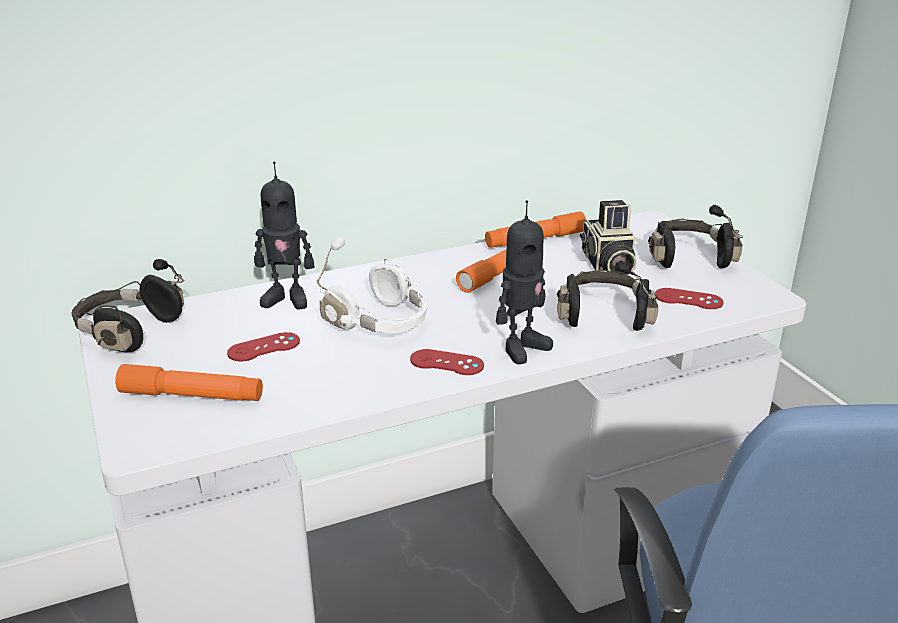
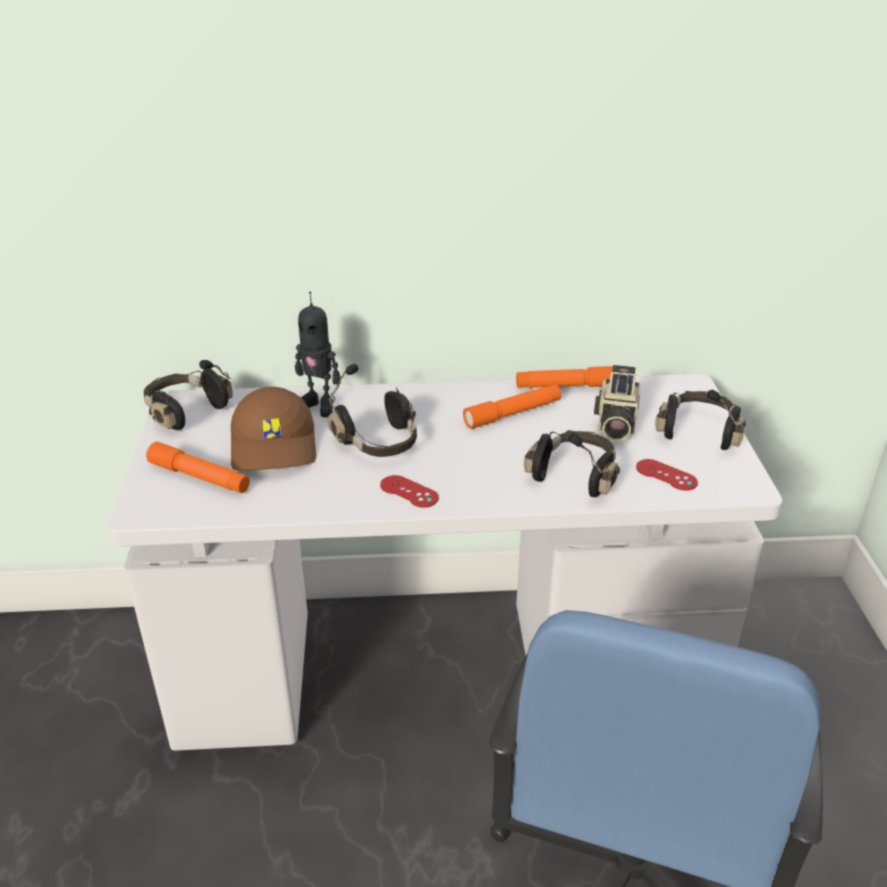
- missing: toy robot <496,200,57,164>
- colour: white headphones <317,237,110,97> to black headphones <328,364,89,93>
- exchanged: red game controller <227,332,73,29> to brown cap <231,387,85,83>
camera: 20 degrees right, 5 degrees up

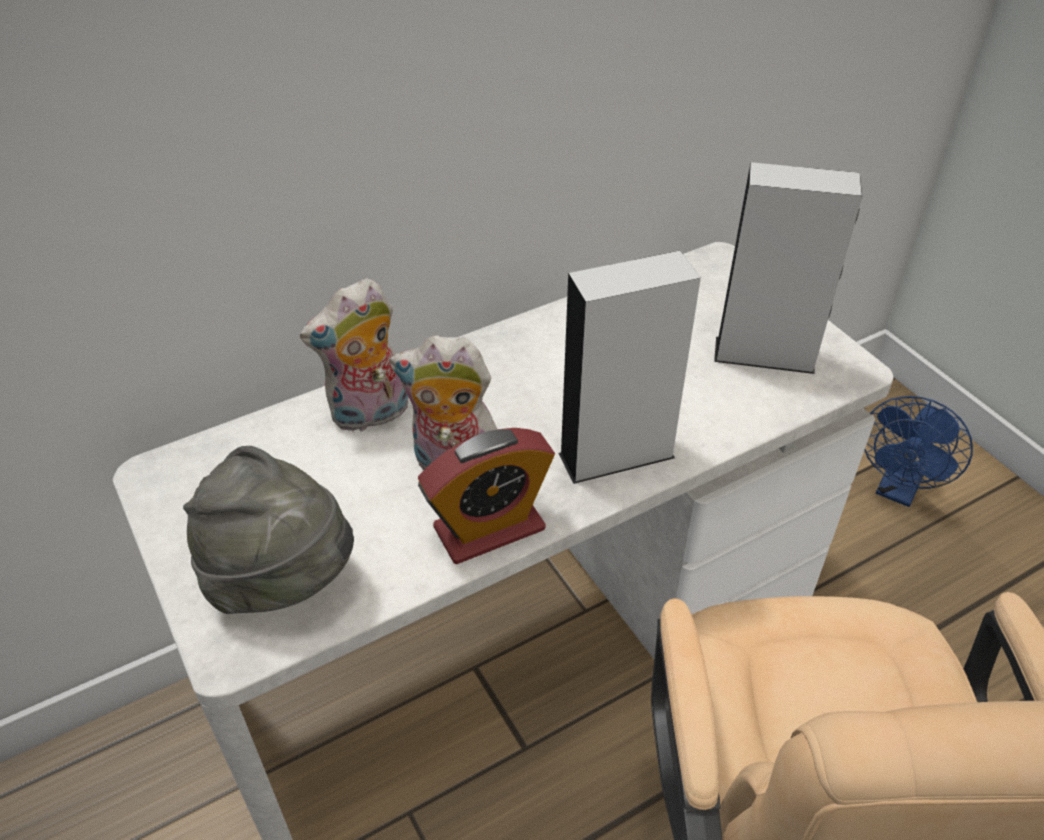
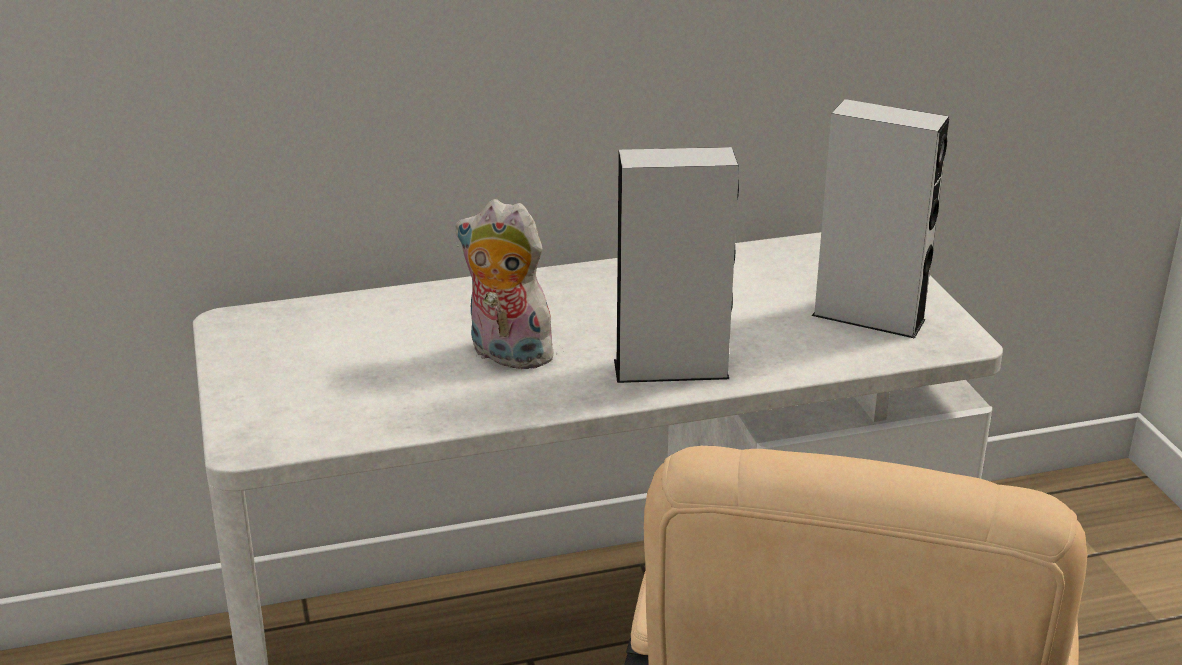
- missing: plush toy <300,278,109,154>
- missing: blue fan <864,396,109,111>
- missing: alarm clock <418,428,137,136>
- missing: grey hat <183,446,171,168>
camera: 15 degrees right, 15 degrees down

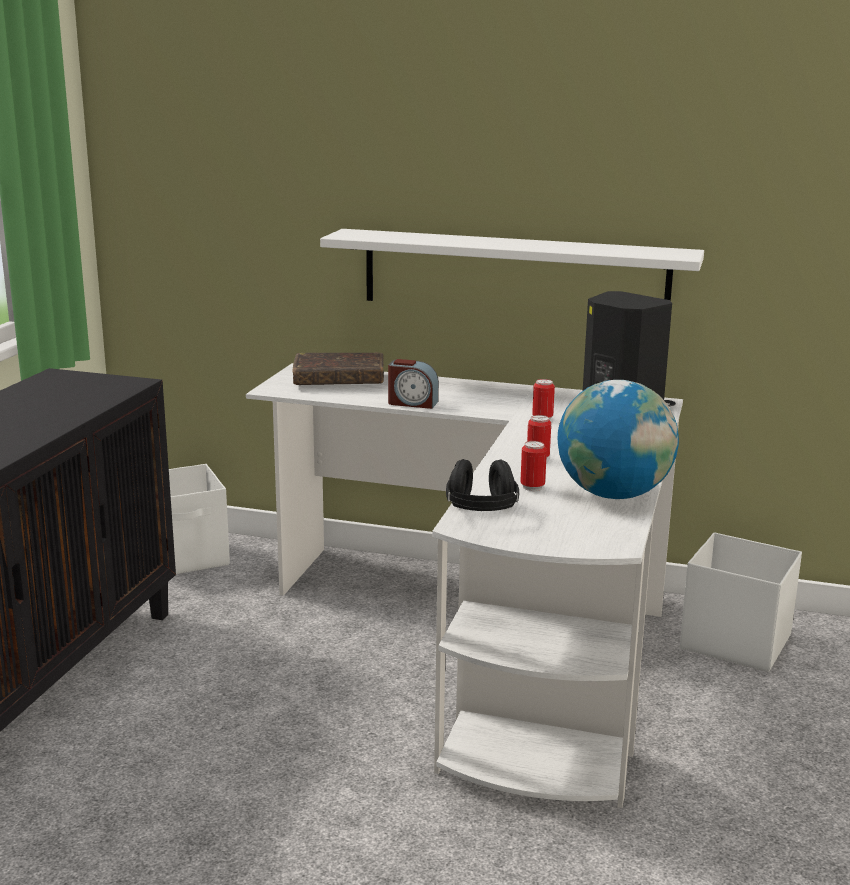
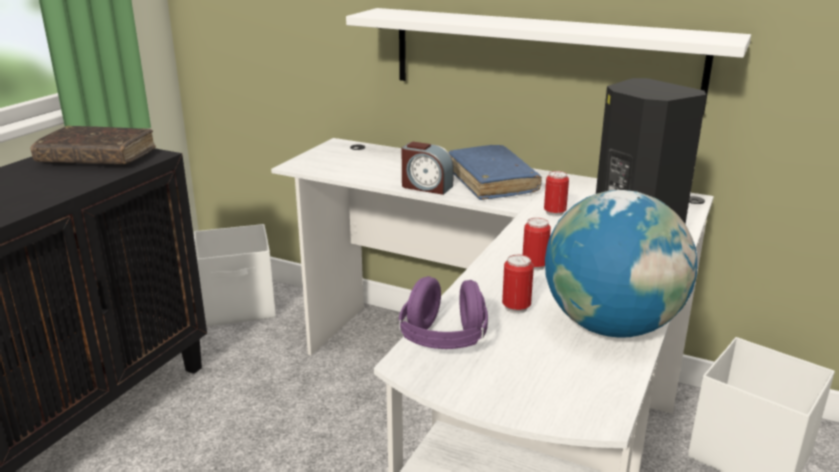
- relocated: brown book <292,352,92,33> to <30,126,126,38>
- colour: black headphones <446,459,73,52> to purple headphones <399,276,89,73>
- appeared: blue book <449,145,93,55>
camera: 10 degrees right, 5 degrees up

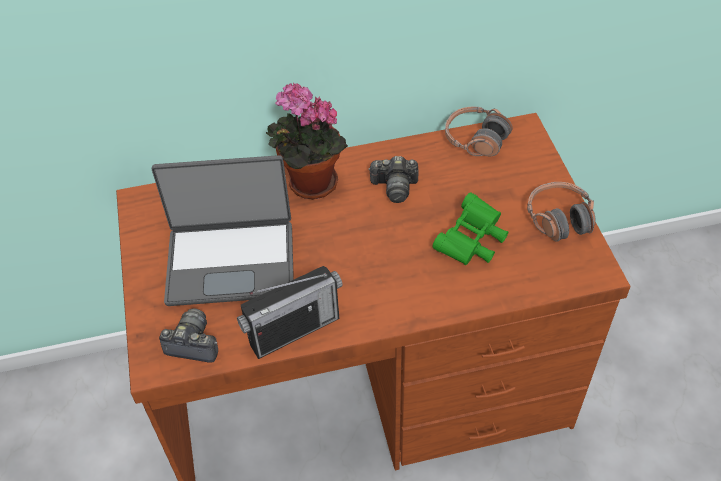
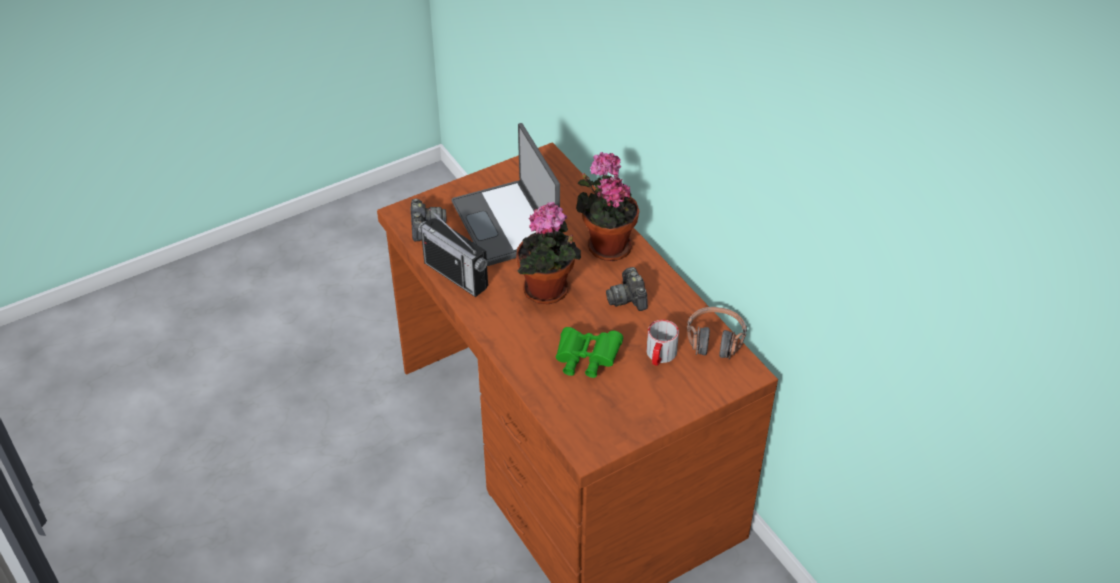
- missing: headphones <527,182,69,60>
- appeared: potted plant <516,202,65,102>
- appeared: mug <646,320,33,46>
camera: 70 degrees right, 5 degrees down

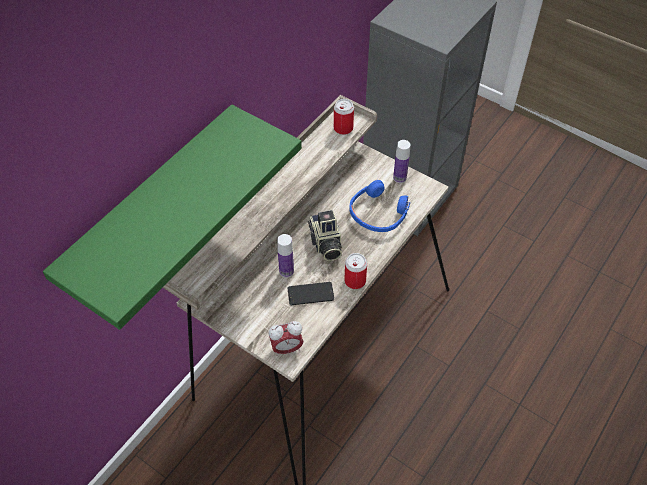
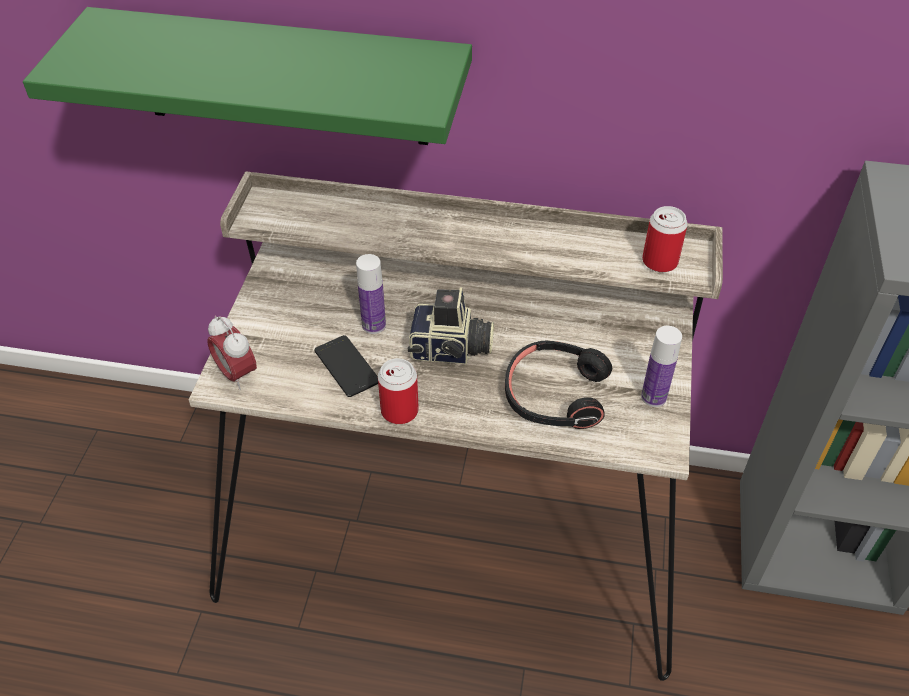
- colour: blue headphones <349,180,61,52> to black headphones <505,341,107,88>
- spun: photo camera <308,210,34,51> = <408,287,86,77> 135 degrees counterclockwise
camera: 65 degrees right, 5 degrees down

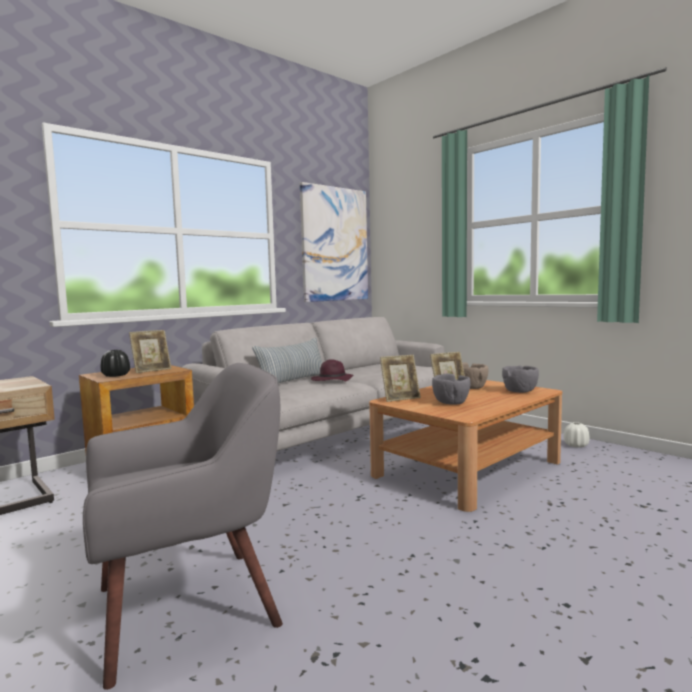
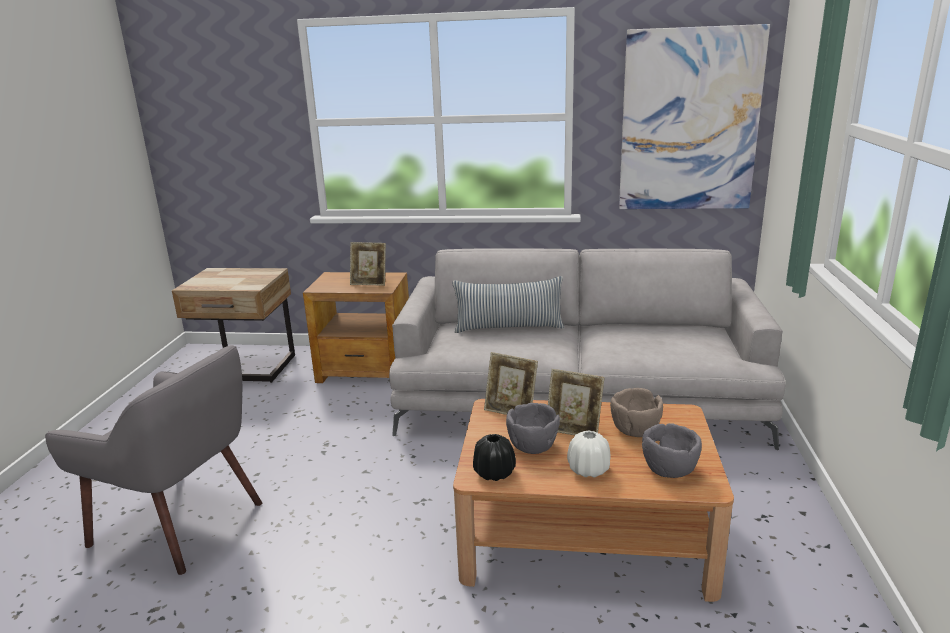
- relocated: black vase <101,350,29,27> to <473,434,43,47>
- missing: purple hat <311,360,43,21>
- relocated: white vase <563,422,27,26> to <567,431,44,47>
camera: 50 degrees right, 15 degrees up

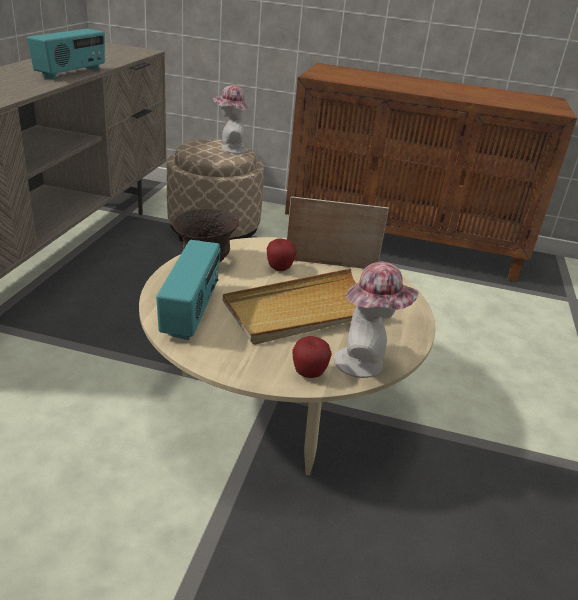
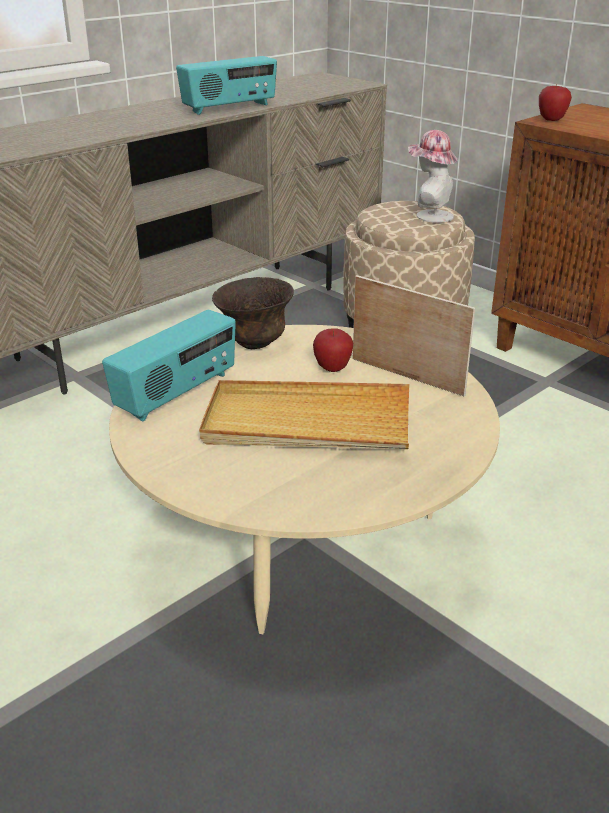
- missing: hat <334,262,85,116>
- relocated: apple <292,336,40,42> to <539,84,33,37>
camera: 35 degrees right, 0 degrees up

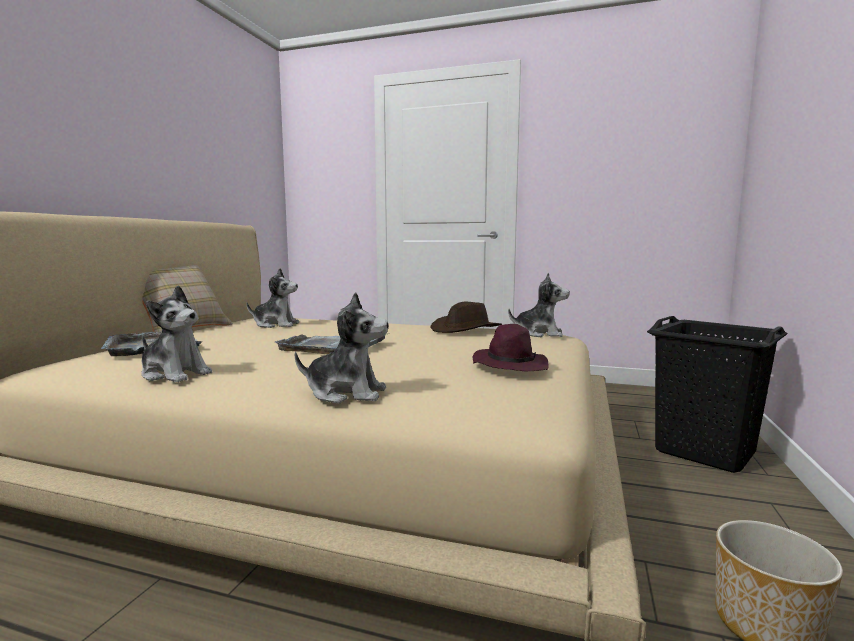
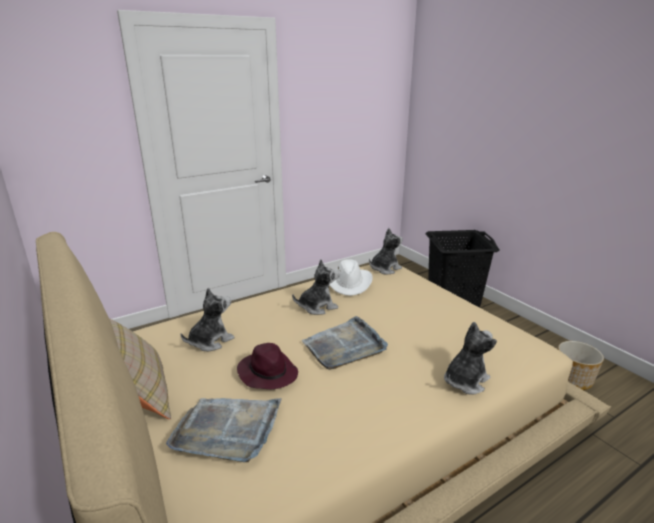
- relocated: plush toy <141,286,71,96> to <292,260,48,55>
- colour: brown hat <430,302,72,31> to white hat <329,259,44,37>
- relocated: purple hat <473,324,76,47> to <237,343,61,46>
camera: 50 degrees left, 15 degrees up

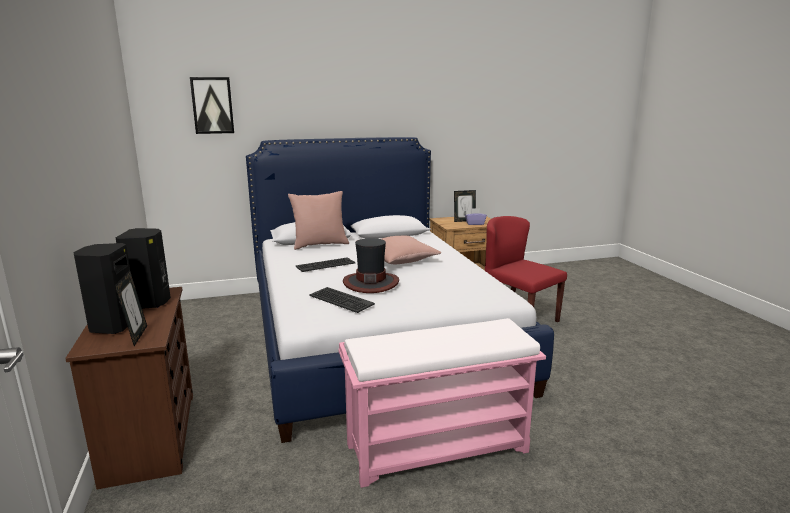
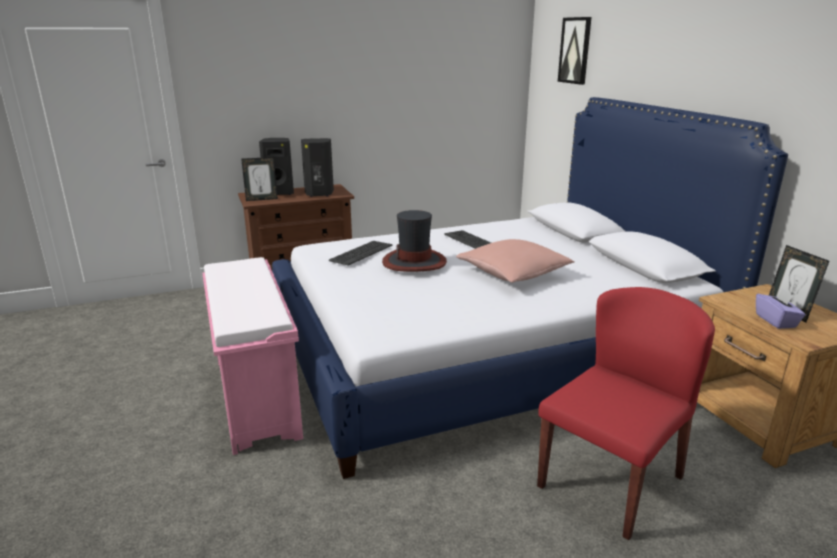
- missing: pink pillow <288,191,61,59>
camera: 85 degrees right, 5 degrees up

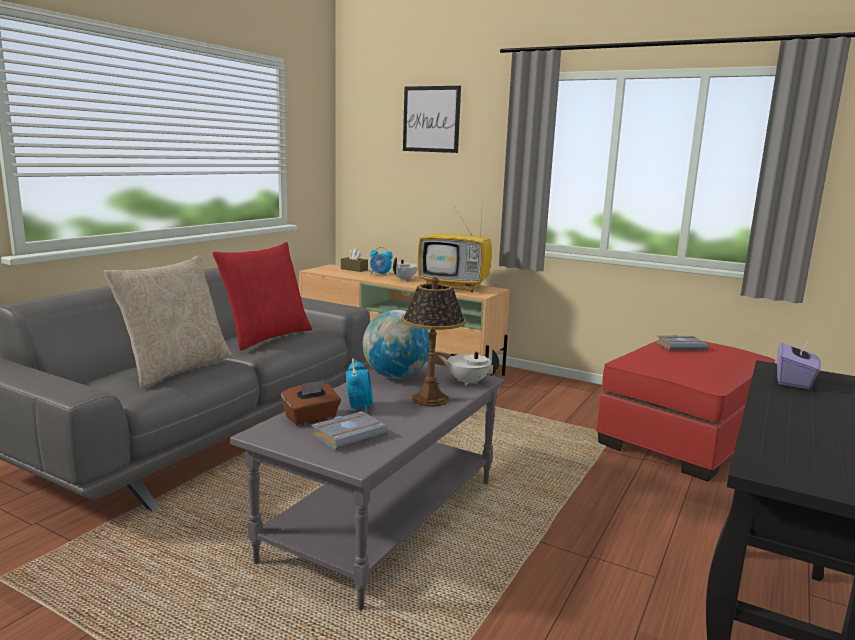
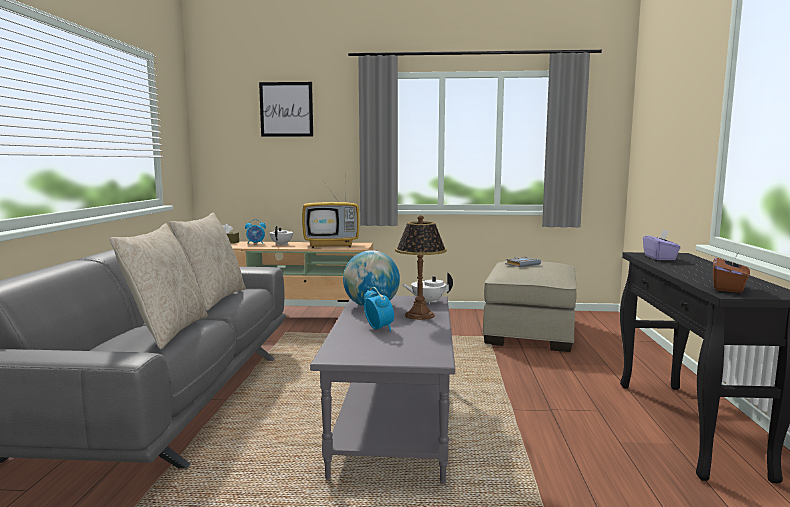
- colour: red pillow <213,242,99,108> to beige pillow <169,212,77,99>
- colour: red ottoman <596,340,179,141> to beige ottoman <482,261,95,91>
- relocated: brown tissue box <281,381,60,45> to <713,251,37,42>
- missing: grey book <311,411,77,40>
camera: 25 degrees left, 5 degrees down

